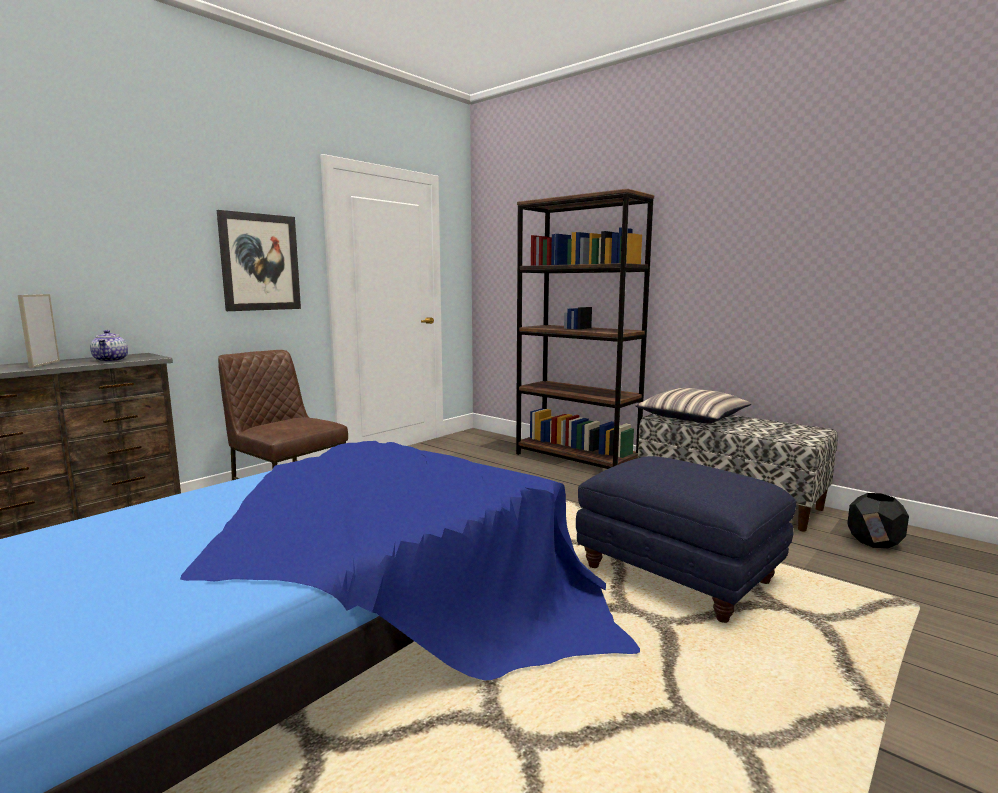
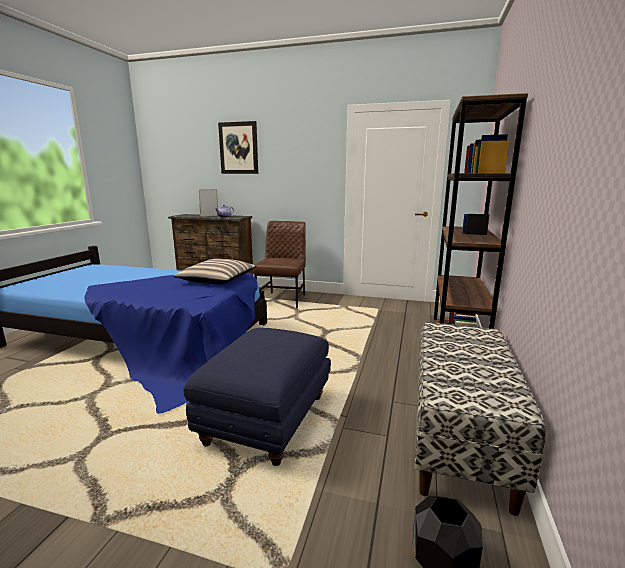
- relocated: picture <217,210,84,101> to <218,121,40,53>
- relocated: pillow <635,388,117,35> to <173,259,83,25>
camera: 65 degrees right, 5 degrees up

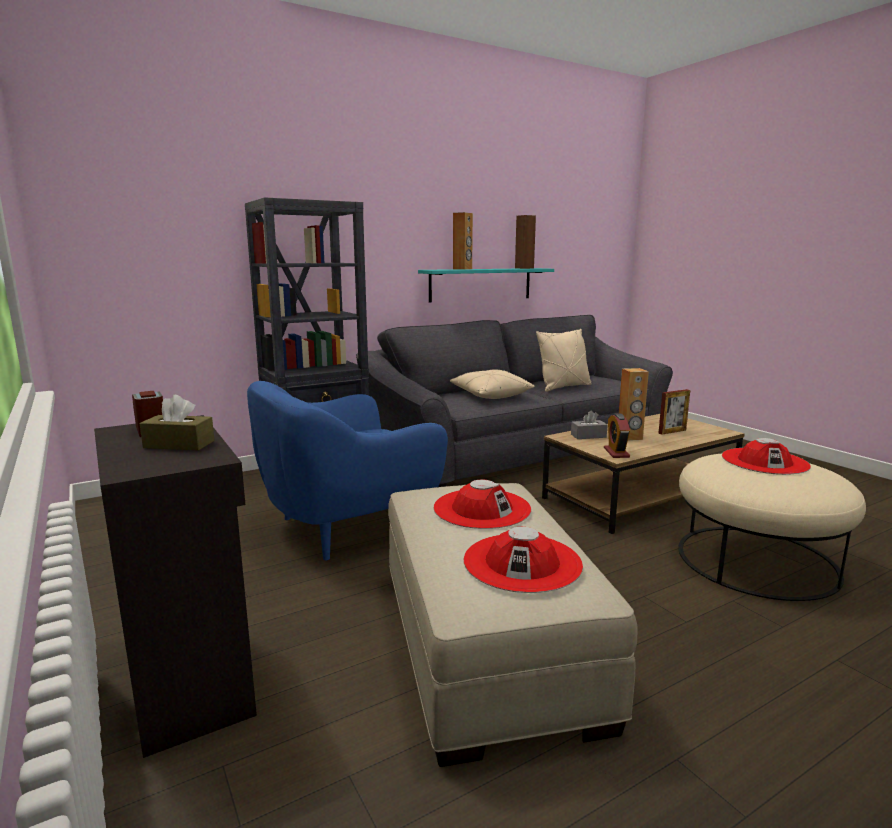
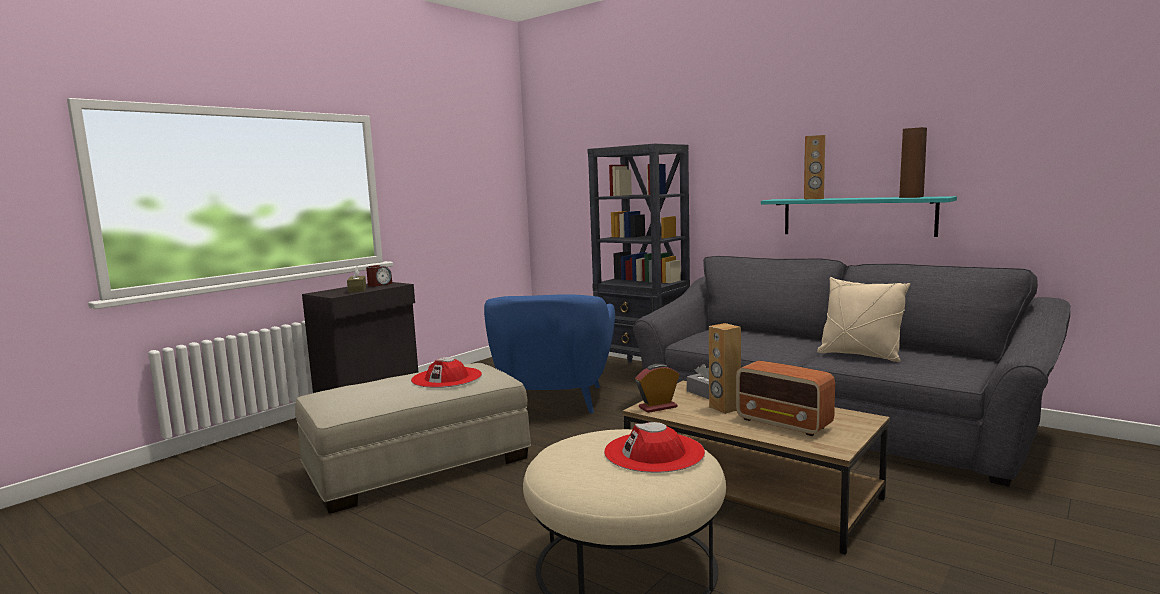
- missing: beige pillow <450,369,84,30>
- spun: blue armchair <247,381,201,179> = <484,294,131,119> 120 degrees counterclockwise
- exchanged: picture frame <659,389,31,46> to radio <736,361,99,75>
- missing: red hat <464,527,119,66>
camera: 70 degrees right, 5 degrees down

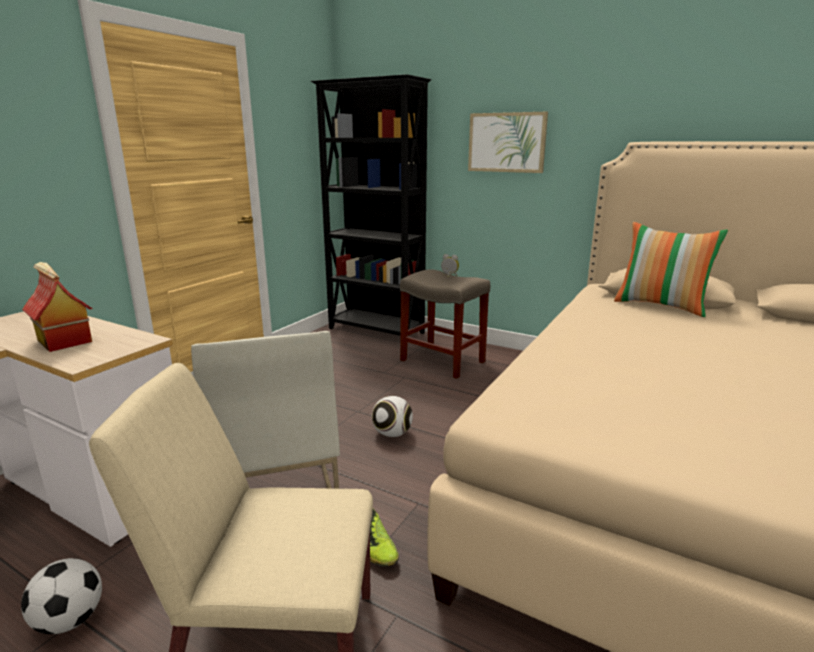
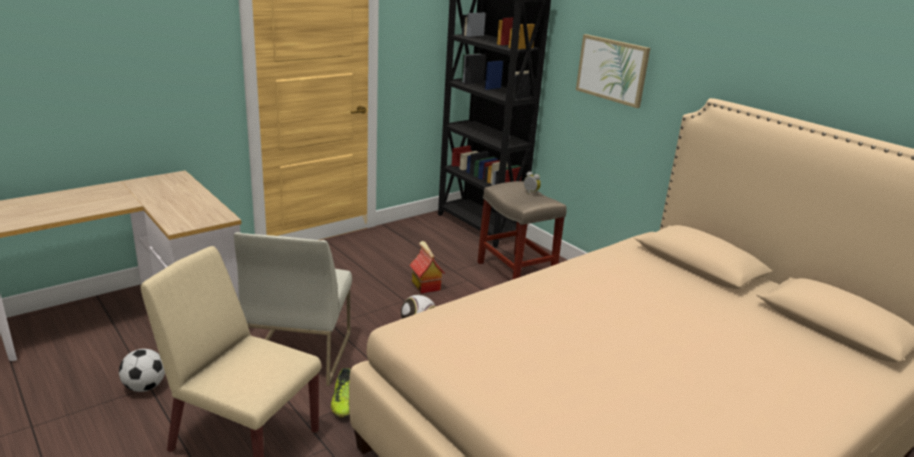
- missing: pillow <614,222,114,95>
- relocated: toy house <22,262,71,90> to <409,241,36,53>
camera: 20 degrees right, 5 degrees up

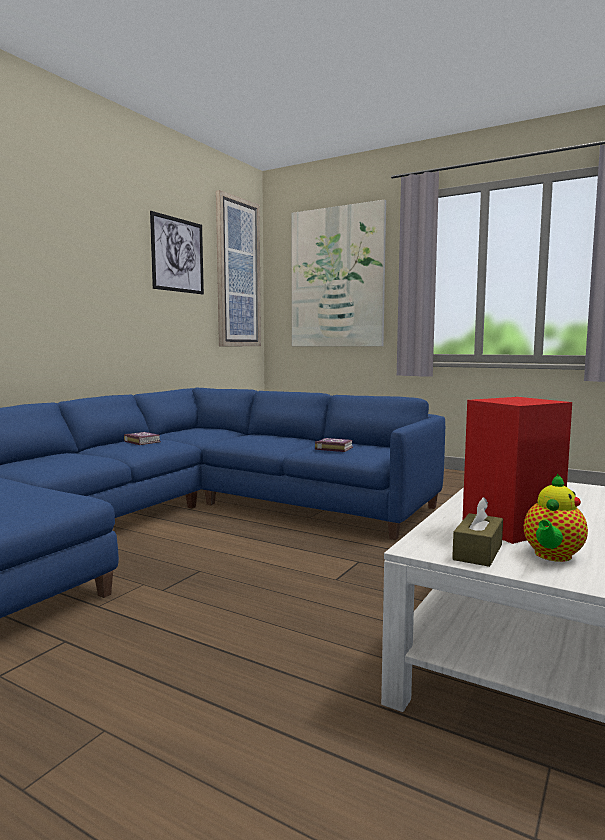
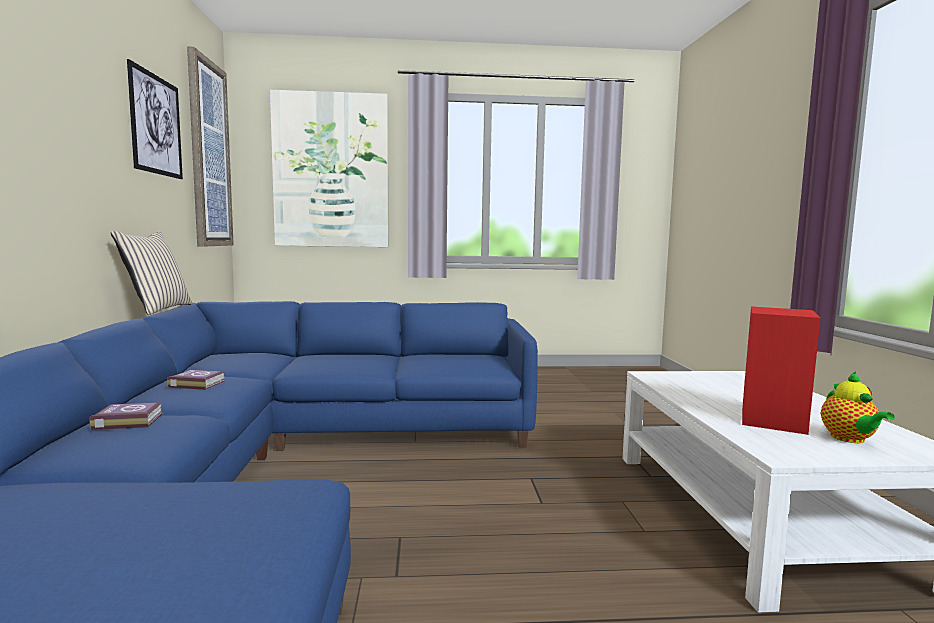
- relocated: book <315,438,38,14> to <90,403,73,27>
- missing: brown tissue box <452,497,51,70>
- appeared: beige pillow <111,231,82,84>
camera: 35 degrees left, 0 degrees up

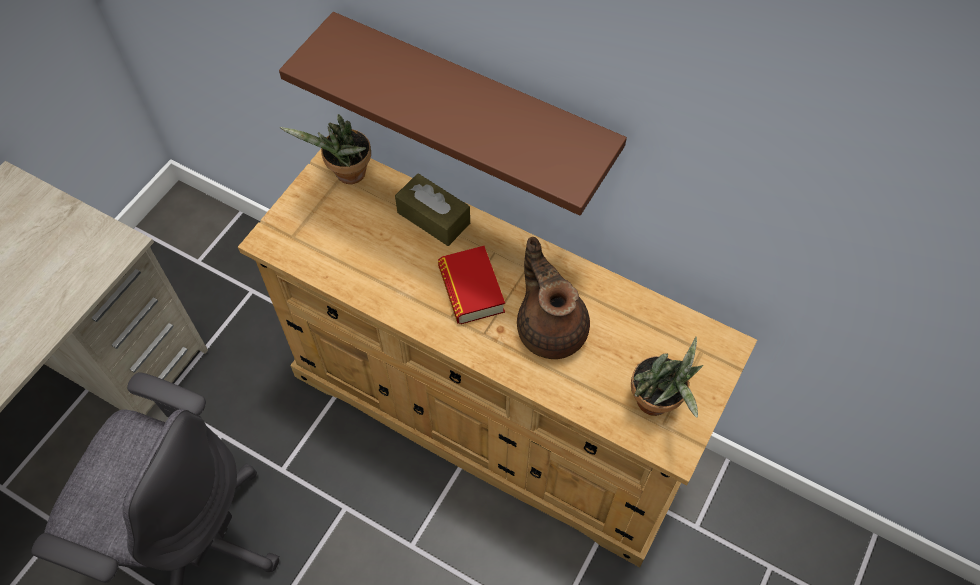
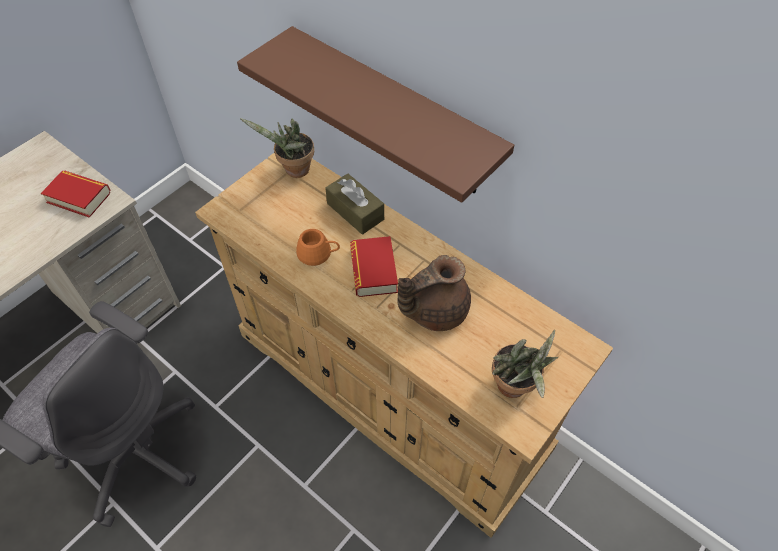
- spun: brown teapot <517,237,73,122> = <397,255,74,76> 105 degrees counterclockwise
- appeared: book <41,171,70,47>
- appeared: orange mug <296,229,44,37>
camera: 10 degrees right, 5 degrees down

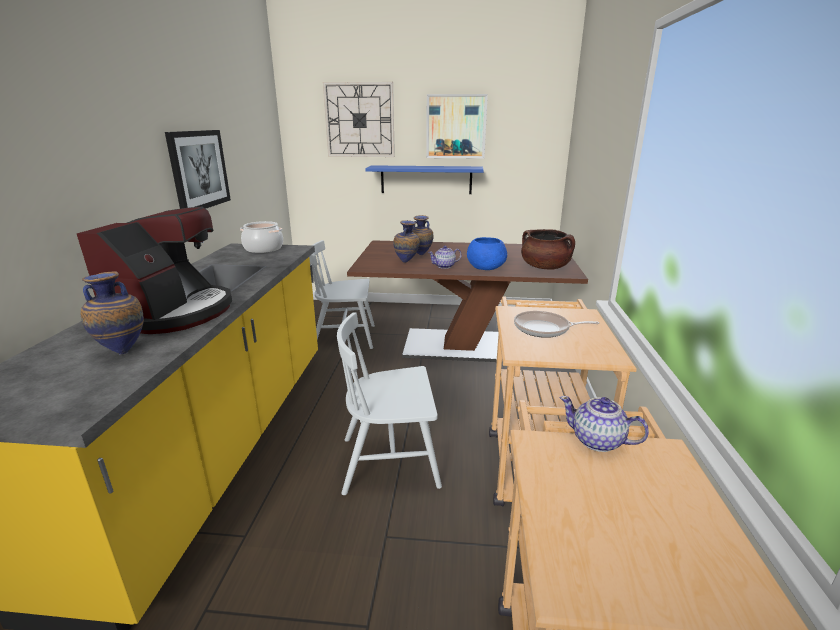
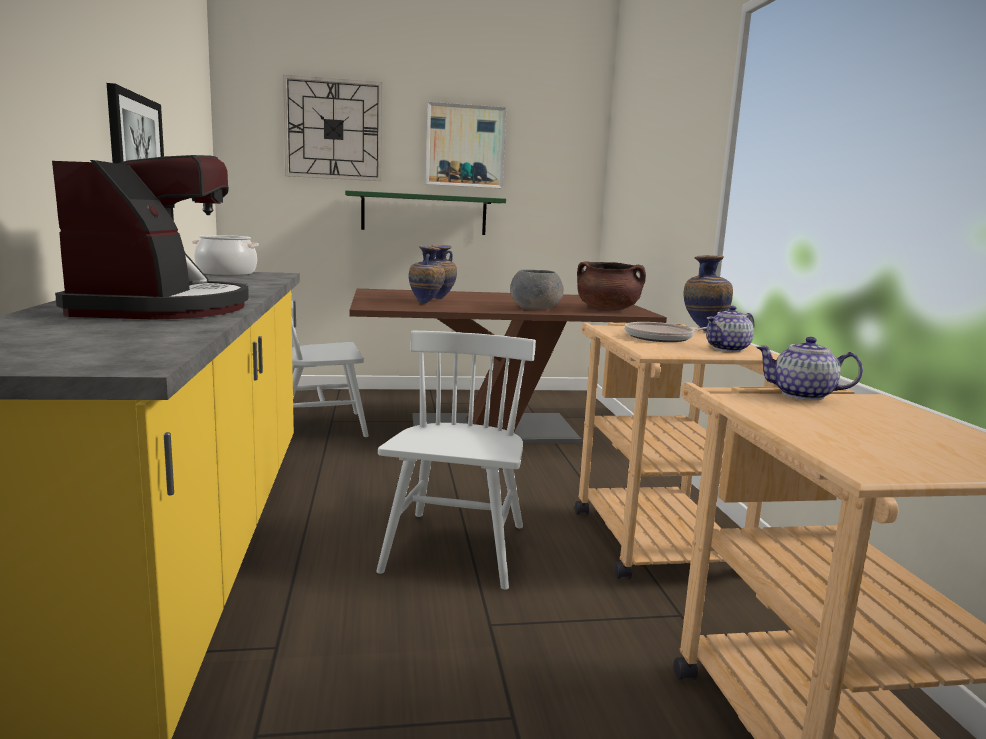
- colour: blue shelf <365,165,119,29> to green shelf <345,191,161,44>
- colour: blue bowl <467,237,40,33> to grey bowl <510,269,54,41>
- relocated: teapot <428,246,34,23> to <706,306,48,46>
- relocated: vase <81,271,63,84> to <683,255,50,76>
- spun: white chair <337,312,105,183> = <376,331,160,259> 120 degrees clockwise
camera: 15 degrees left, 10 degrees down

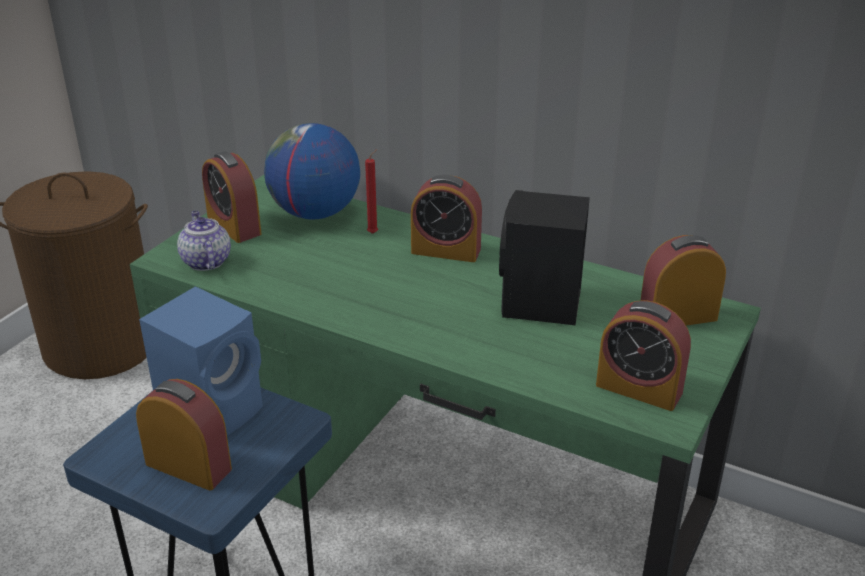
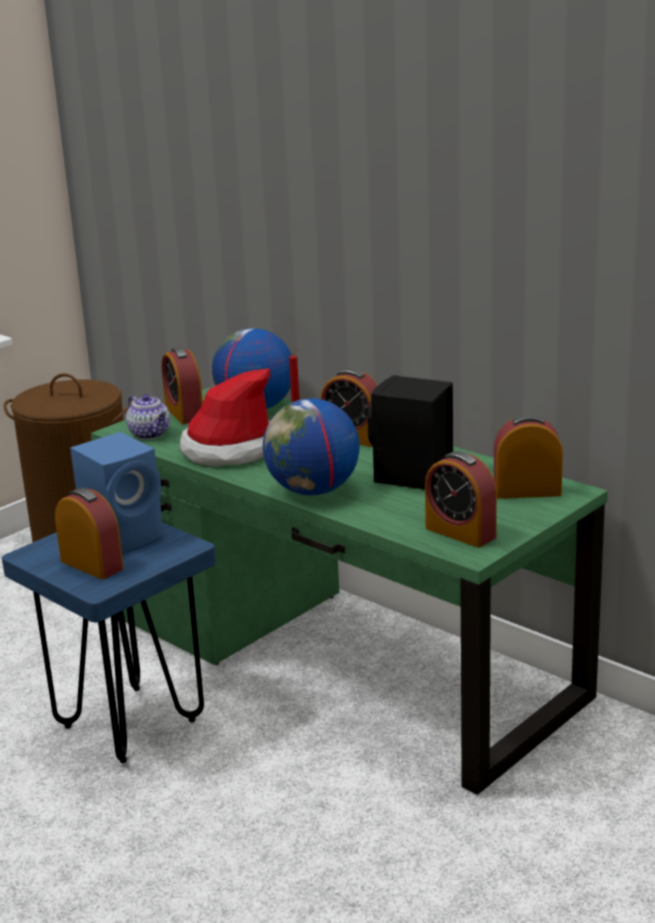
- spun: teapot <177,211,54,60> = <126,394,44,45> 150 degrees clockwise
- appeared: hat <180,368,91,99>
- appeared: globe <263,398,97,97>
camera: 15 degrees right, 10 degrees down

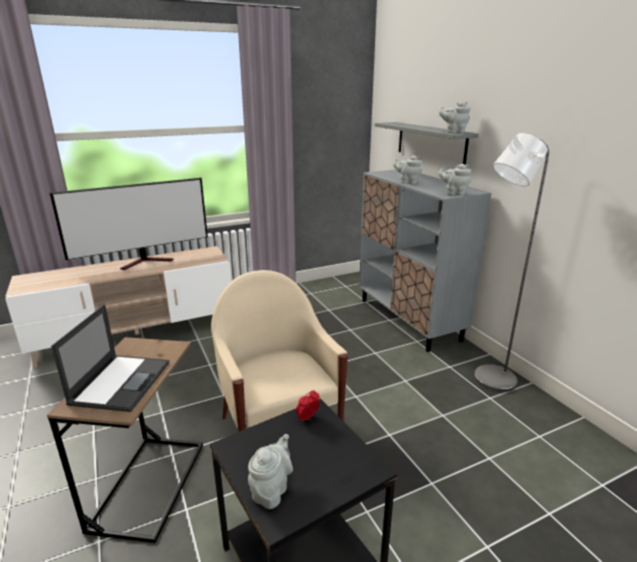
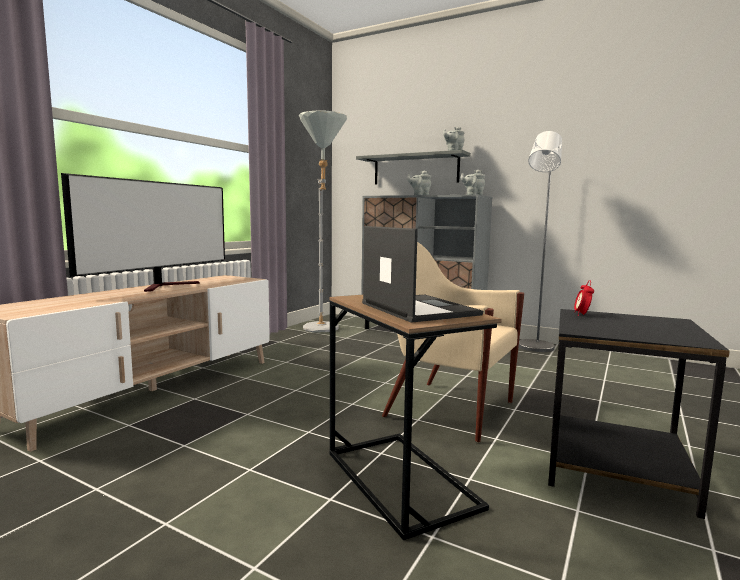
- missing: grey teapot <248,434,45,75>
- appeared: grey floor lamp <299,111,48,221>
camera: 35 degrees left, 15 degrees down

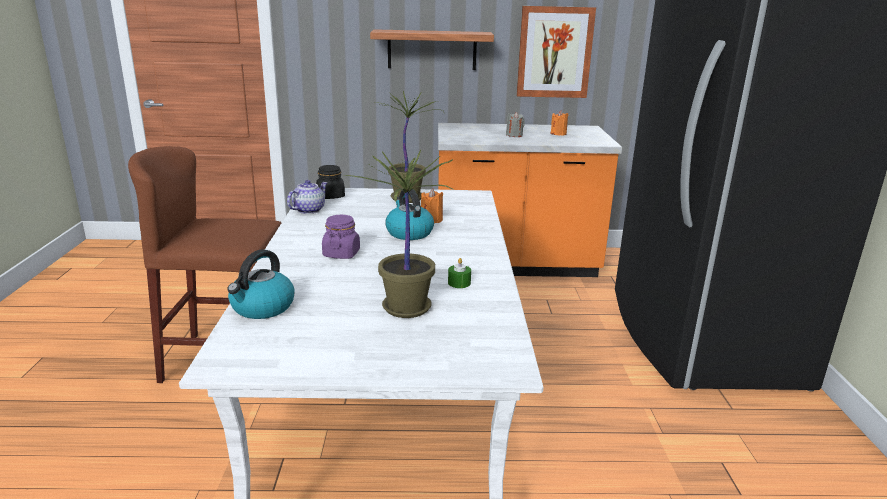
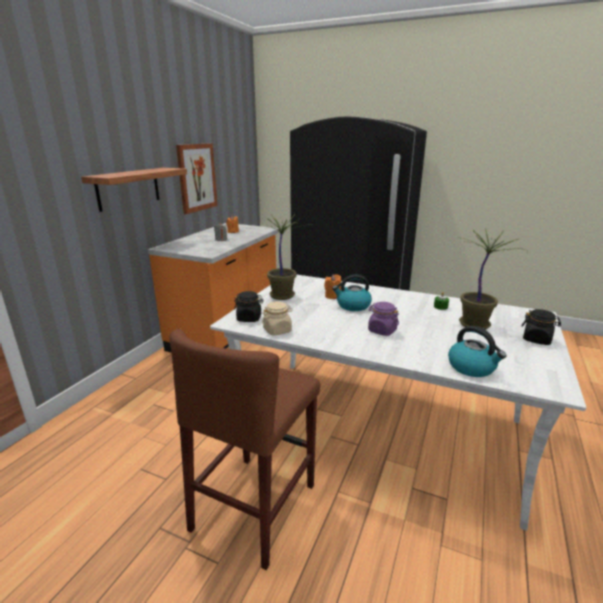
- exchanged: teapot <287,180,41,34> to beige jar <262,302,31,33>
- appeared: black jar <521,309,40,36>
camera: 65 degrees left, 0 degrees up

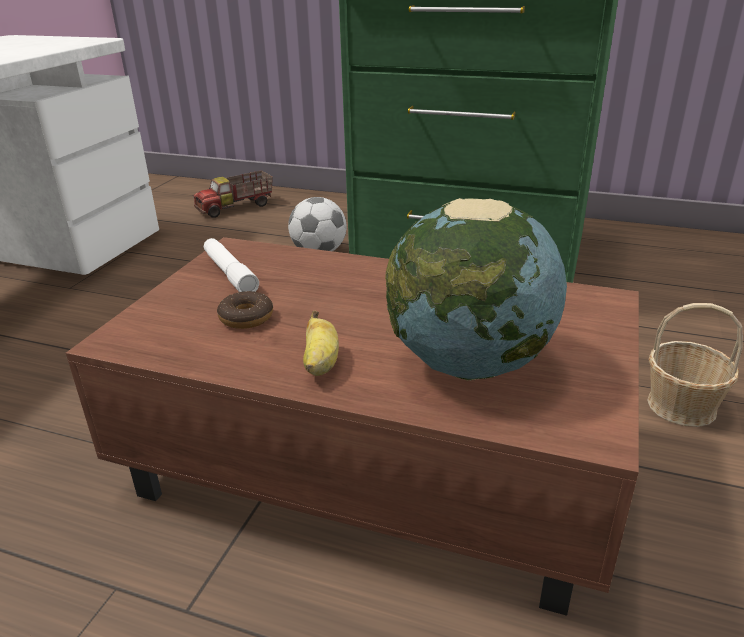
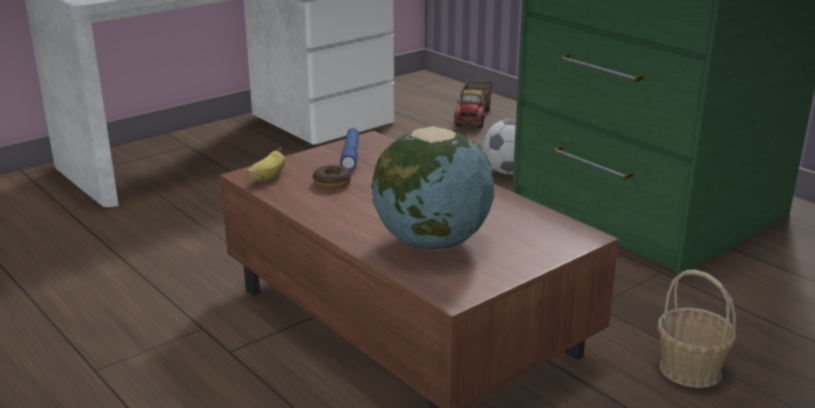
- spun: toy truck <193,170,80,48> = <454,80,38,48> 75 degrees counterclockwise
- colour: white flashlight <204,238,55,54> to blue flashlight <340,128,19,43>
- relocated: banana <303,311,36,65> to <246,147,39,34>
camera: 30 degrees right, 5 degrees down

